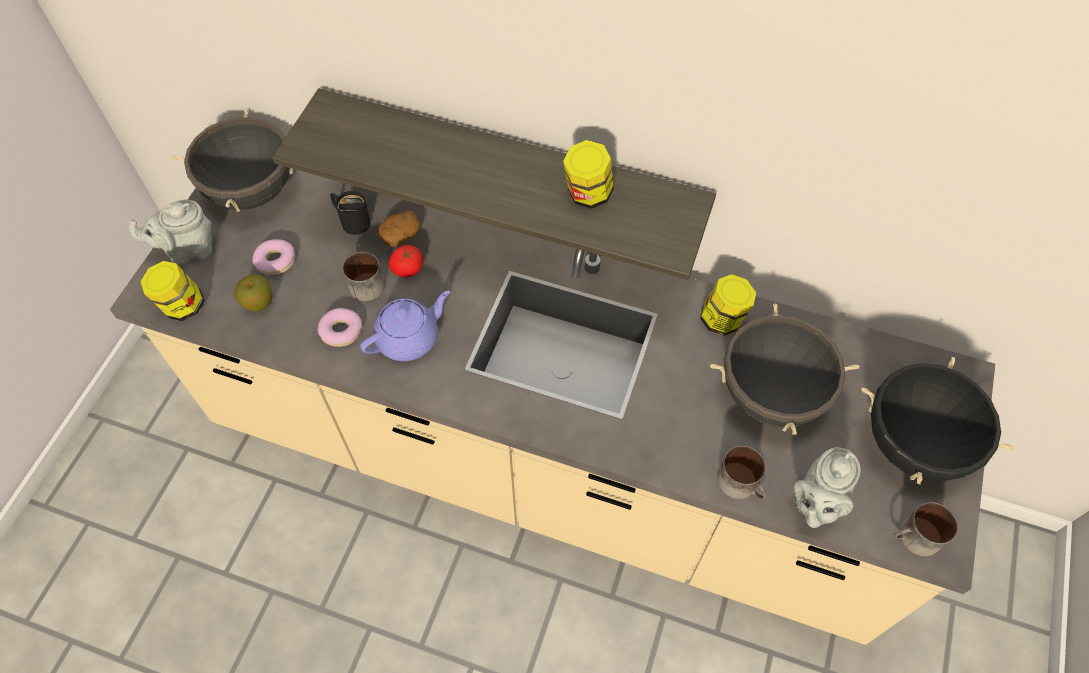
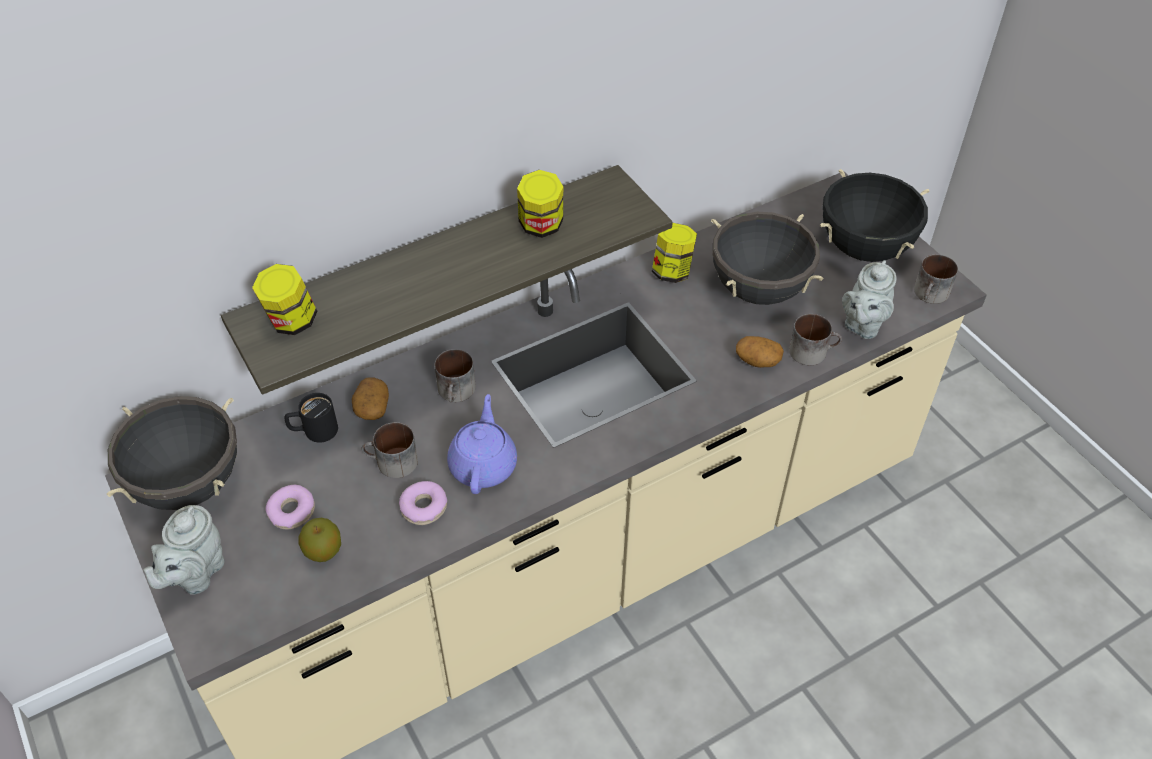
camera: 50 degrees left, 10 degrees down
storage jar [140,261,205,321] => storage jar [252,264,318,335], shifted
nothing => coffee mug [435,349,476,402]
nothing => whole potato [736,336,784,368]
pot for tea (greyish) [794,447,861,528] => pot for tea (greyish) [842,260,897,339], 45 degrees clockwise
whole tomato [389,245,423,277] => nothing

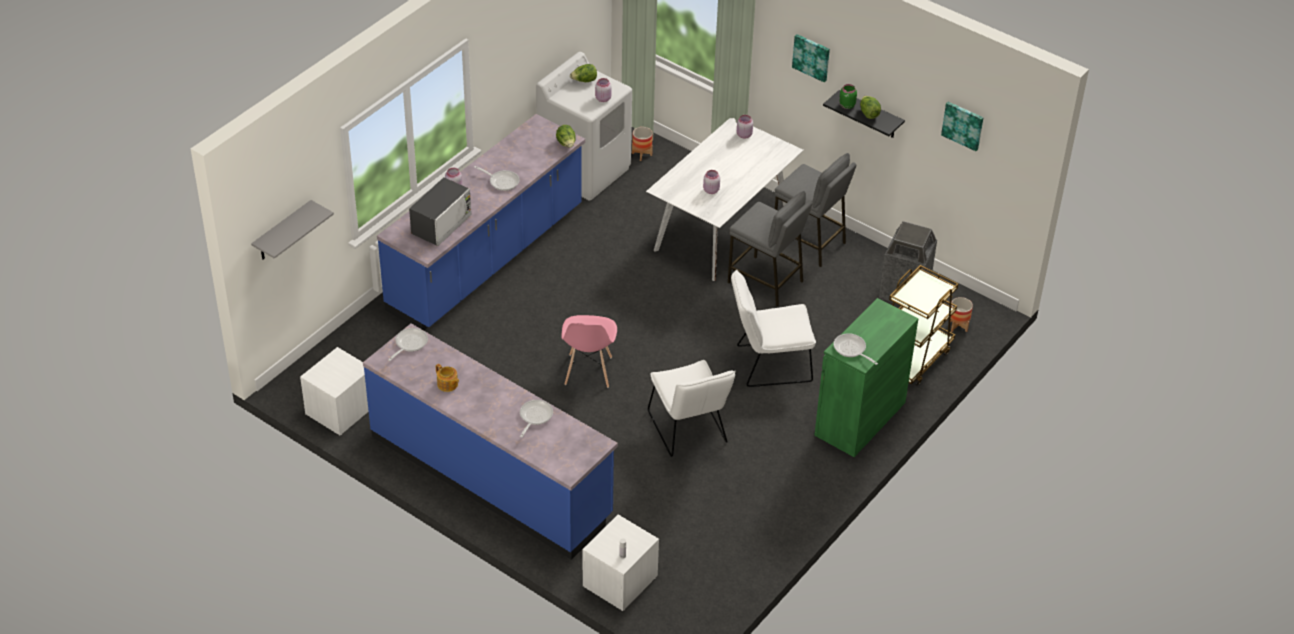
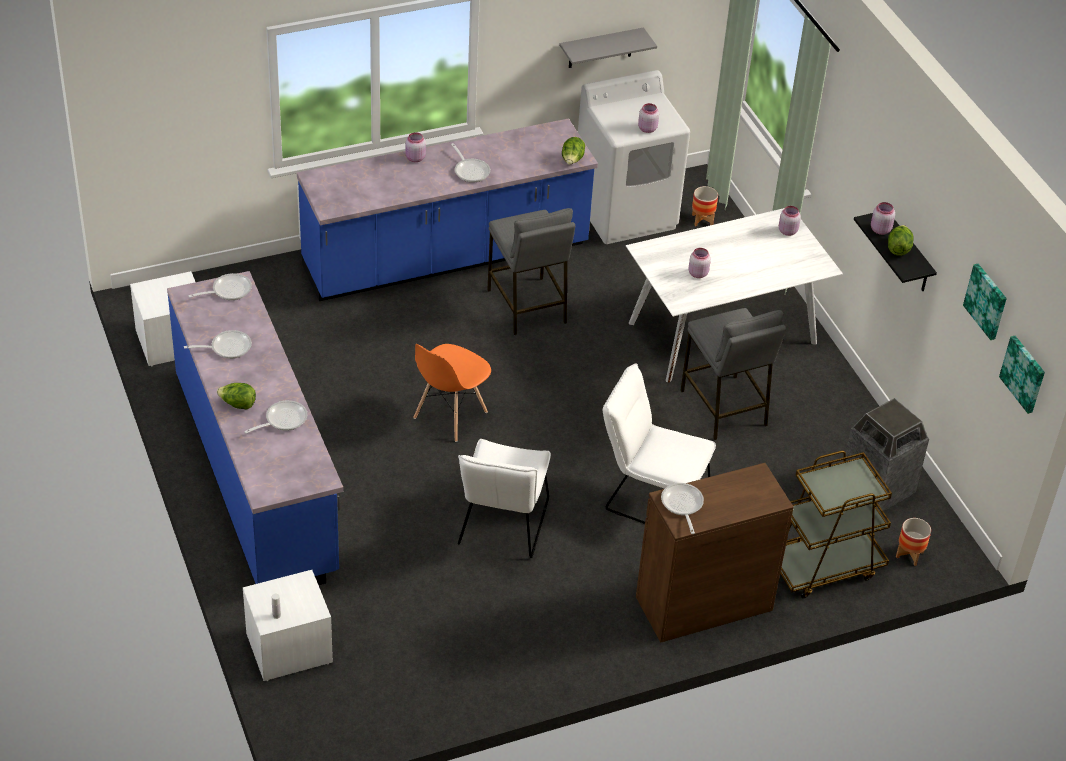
camera: 30 degrees right, 0 degrees up
pot for tea [436,364,459,392] => skillet [184,330,252,359]
lettuce head [570,64,597,82] => lettuce head [217,383,256,410], shifted
chair (pink) [561,315,617,388] => chair (orangey) [413,344,491,442]
sitting stool (greyish) [775,153,856,267] => sitting stool (greyish) [487,208,575,335], shifted
bracket shelf (greyish) [251,200,334,260] => bracket shelf (greyish) [559,28,657,68], shifted
cabinet (green) [814,298,918,457] => cabinet (brown-coloured) [636,463,794,643]
storage jar (green) [839,84,857,109] => storage jar (pink) [871,202,895,235]
wall picture [792,34,830,82] => wall picture [999,336,1045,414], shifted
kitchen microwave [409,177,472,246] => nothing

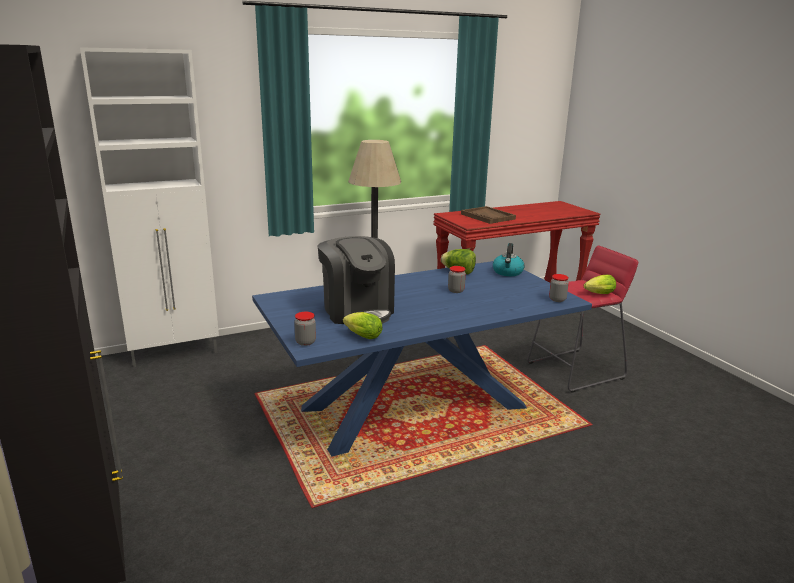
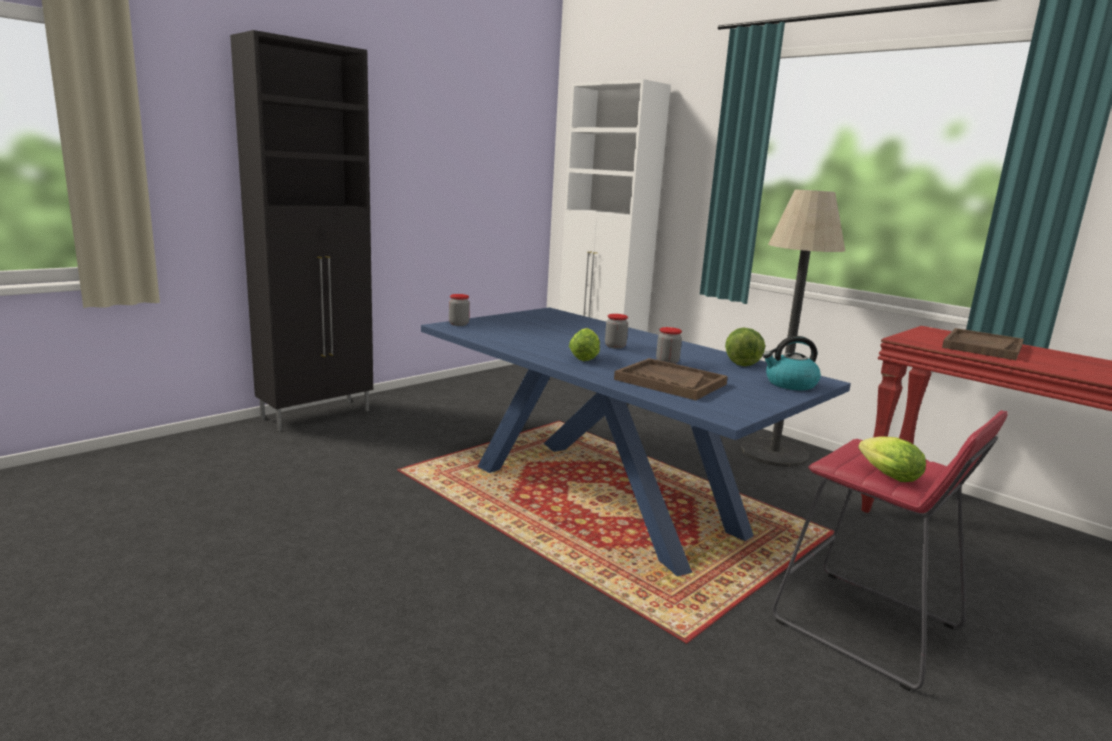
camera: 70 degrees right, 5 degrees down
lettuce head [343,312,383,339] => lettuce head [569,328,600,361], shifted
storage jar [549,274,569,302] => storage jar [605,314,628,349], shifted
nothing => carrying tray (brown-coloured) [614,358,728,400]
coffee maker [317,236,395,324] => nothing

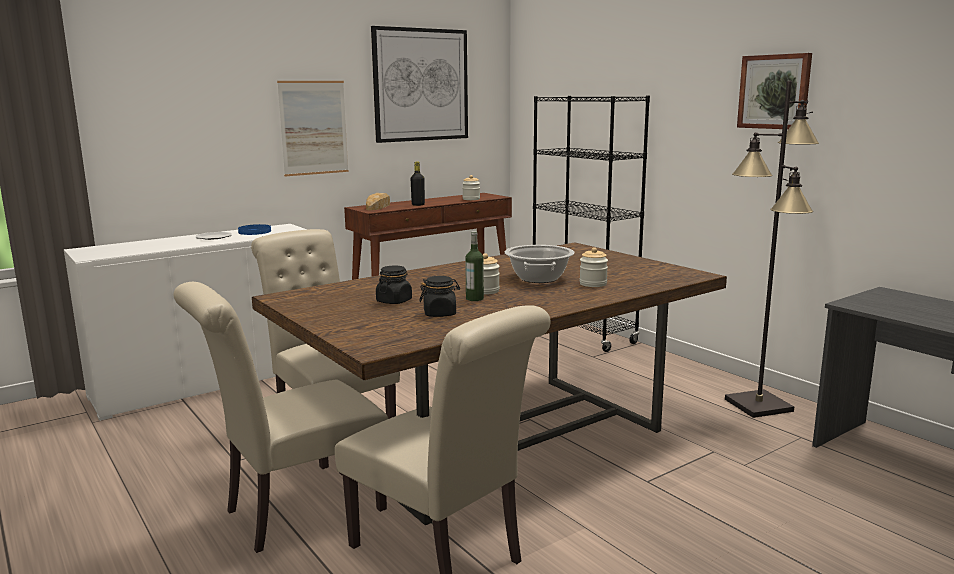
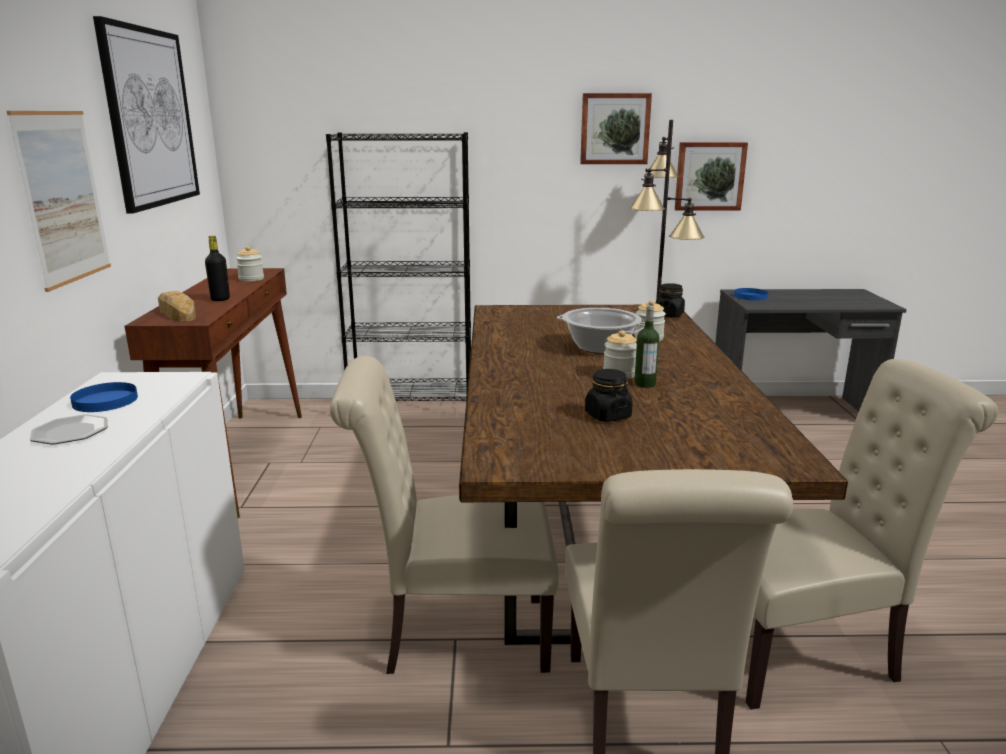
camera: 55 degrees left, 5 degrees up
storage jar (black-coloured) [419,276,460,317] => storage jar (black-coloured) [656,283,685,317], shifted
nothing => wall picture [675,142,748,211]
nothing => dinner plate (blue-coloured) [734,288,768,300]

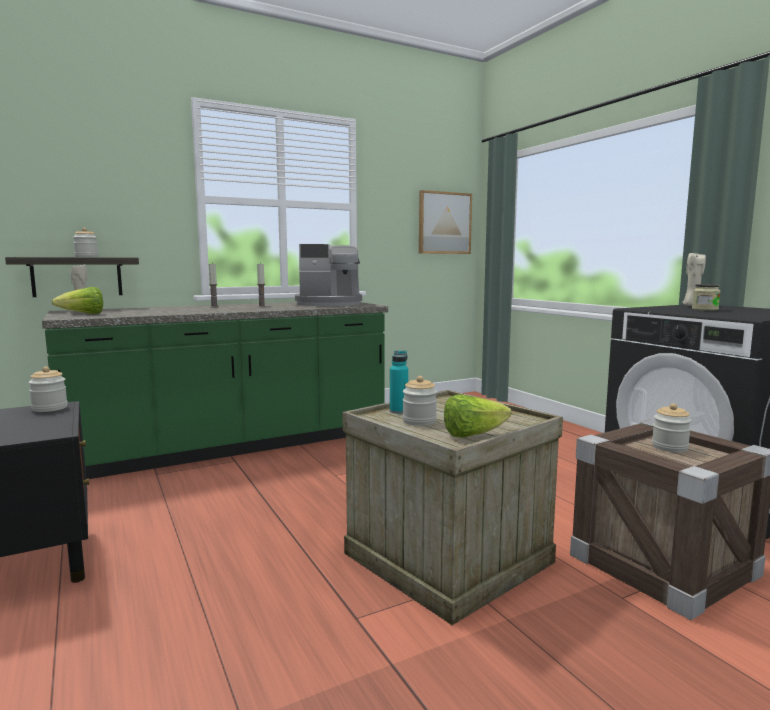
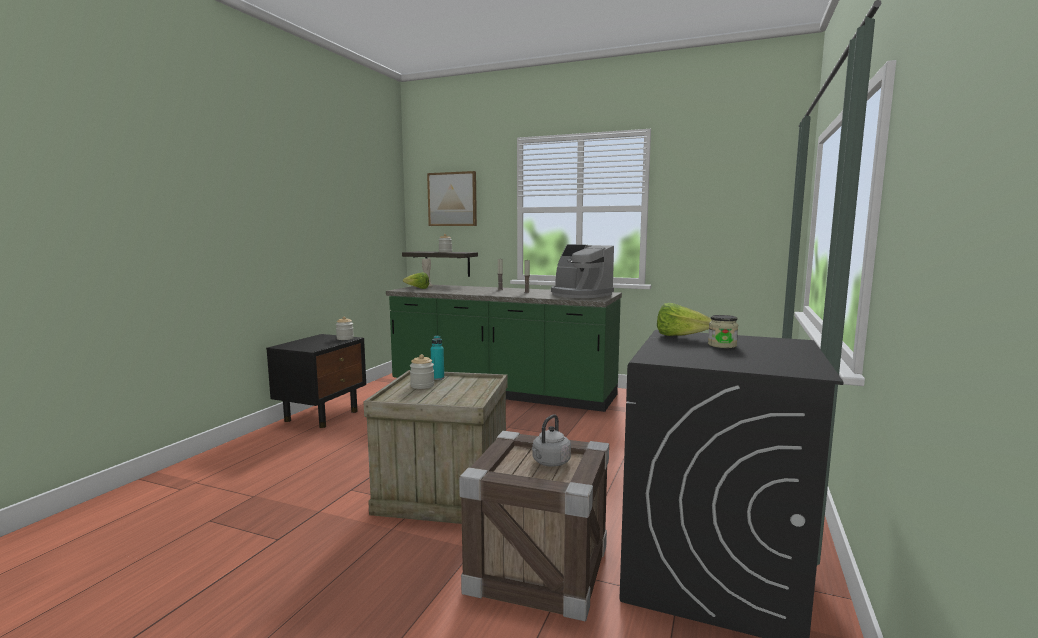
camera: 50 degrees right, 0 degrees up
wall picture [419,190,472,254] => wall picture [427,171,477,226], shifted
storage jar [652,403,692,452] => tea kettle (greyish) [532,414,571,467]
lettuce head [444,394,512,438] => lettuce head [657,303,712,336], shifted
candle (sand-coloured) [682,253,706,306] => nothing

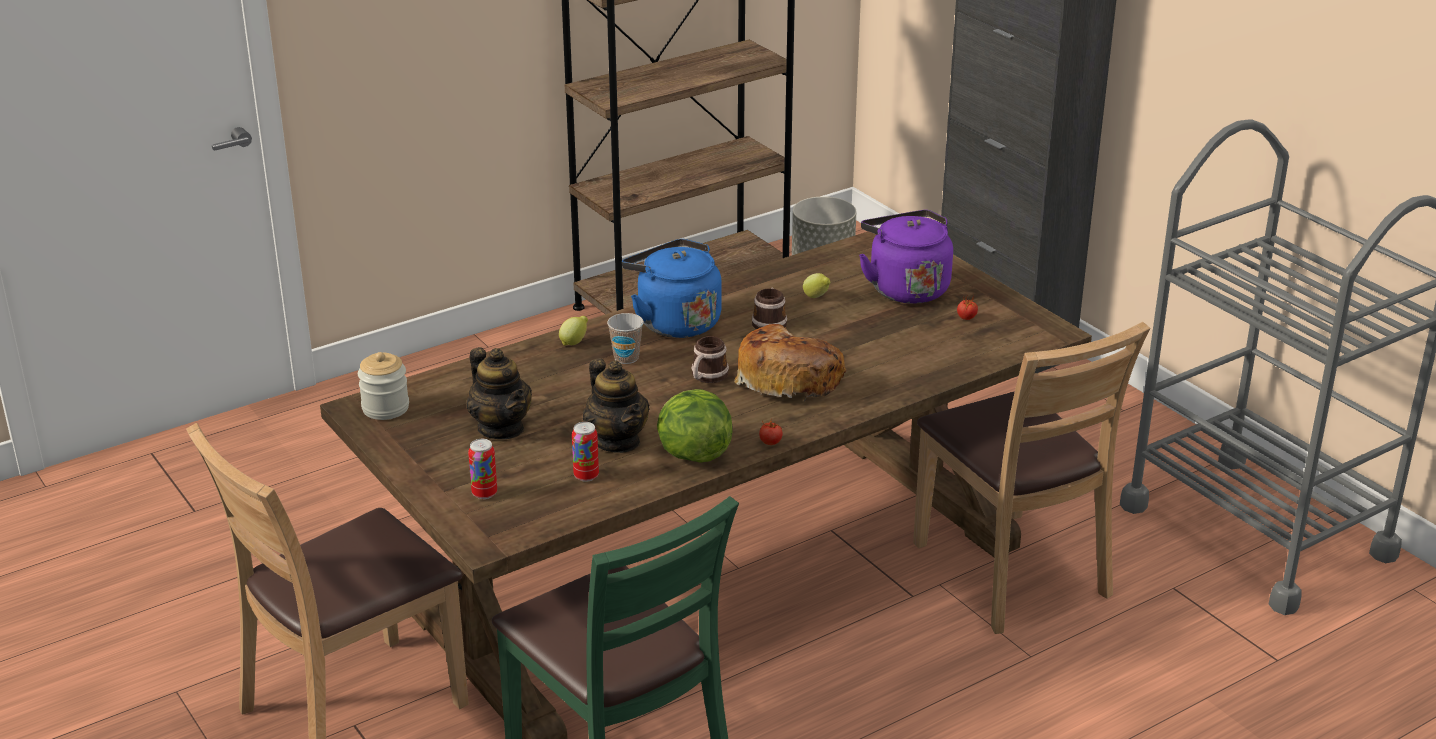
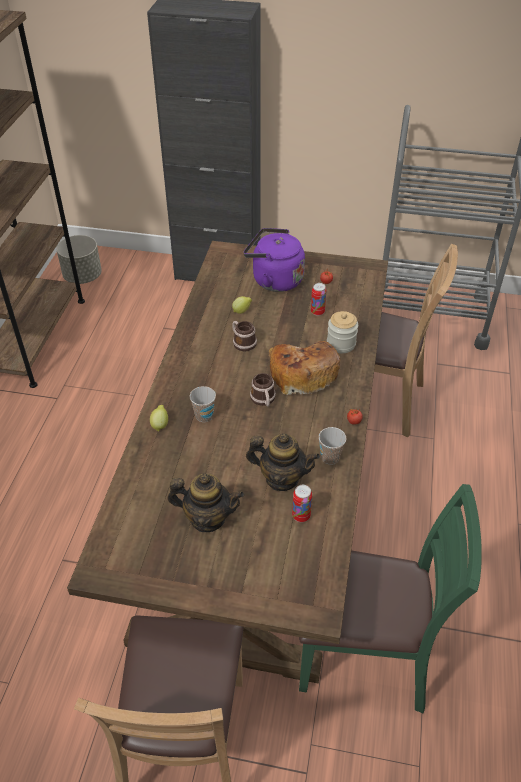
camera: 45 degrees left, 15 degrees up
sealed can [468,439,497,499] => sealed can [311,283,326,316], shifted
lettuce head [657,389,732,463] => cup [319,427,346,465]
storage jar [358,352,409,420] => storage jar [327,311,358,353], shifted
tea kettle (blue-coloured) [622,239,722,338] => nothing

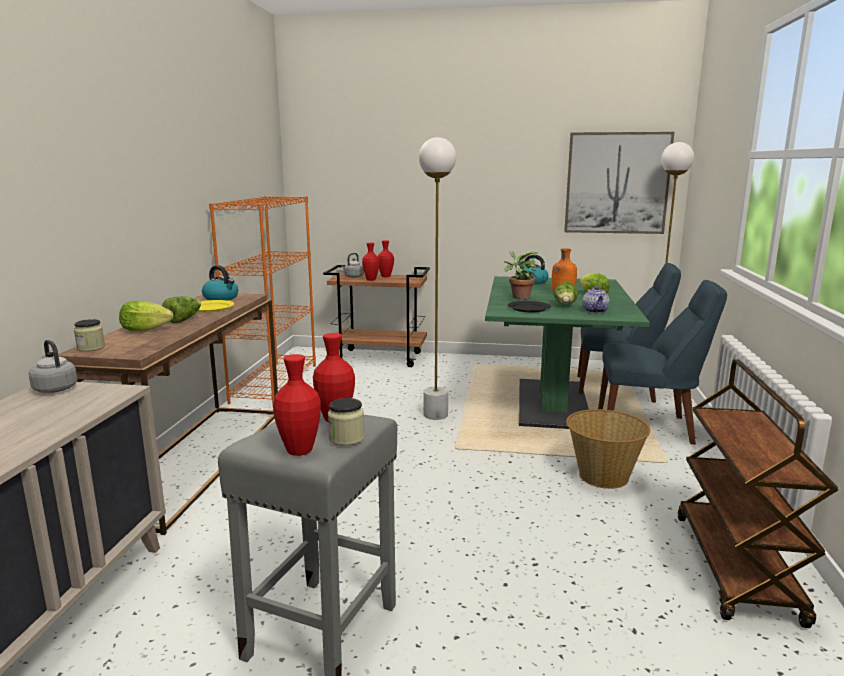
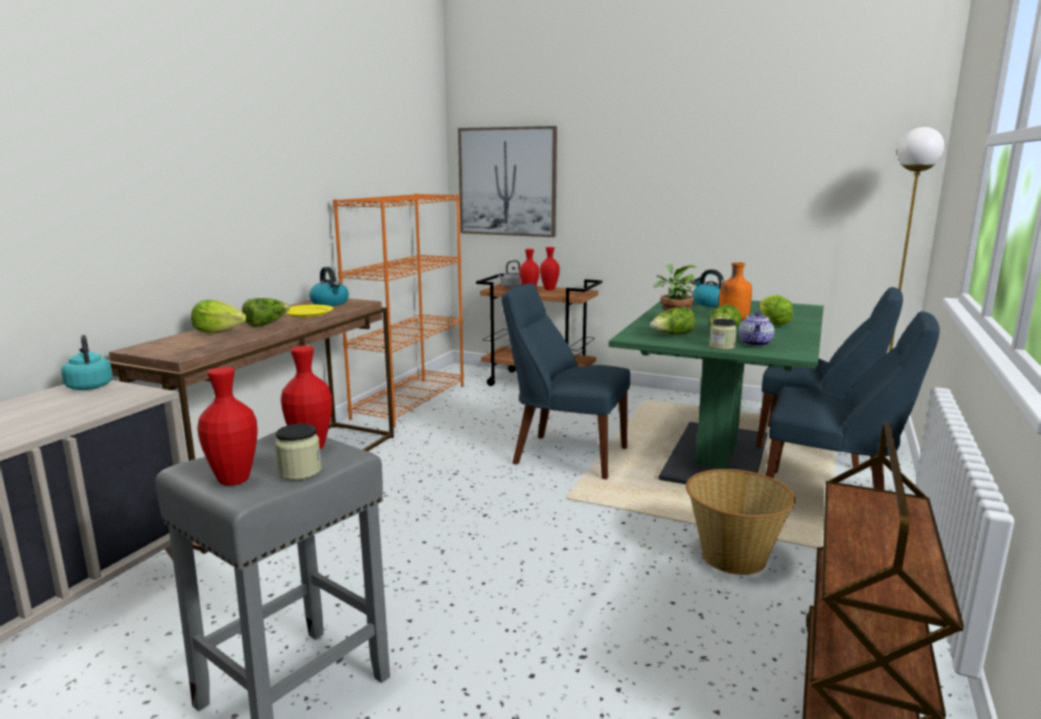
camera: 15 degrees right, 0 degrees up
tea kettle (greyish) [29,340,77,393] => tea kettle (turquoise) [61,335,113,390]
wall picture [564,132,674,234] => wall picture [458,126,557,237], shifted
standing lamp (whitish) [419,137,456,420] => chair (blue-coloured) [502,283,630,480]
dinner plate (black-coloured) [508,301,551,312] => lettuce head [650,306,696,335]
storage jar [74,319,105,352] => storage jar [709,318,737,350], shifted

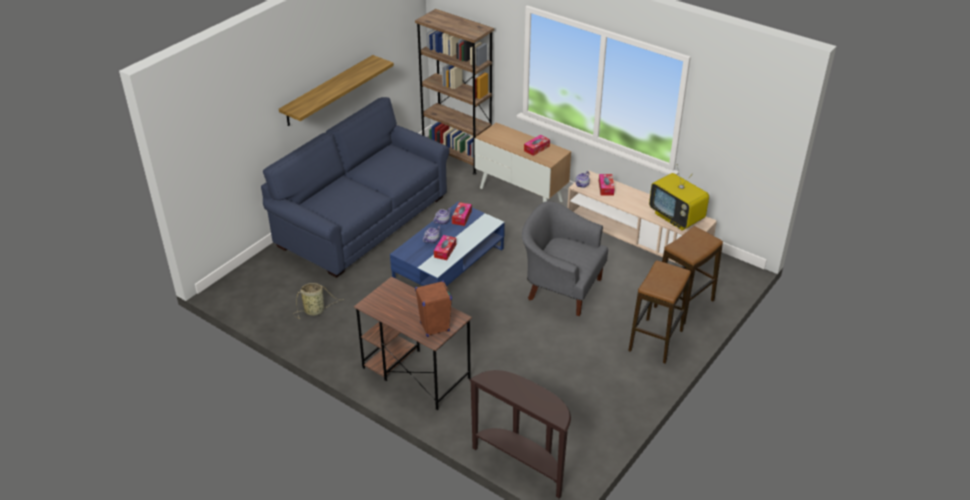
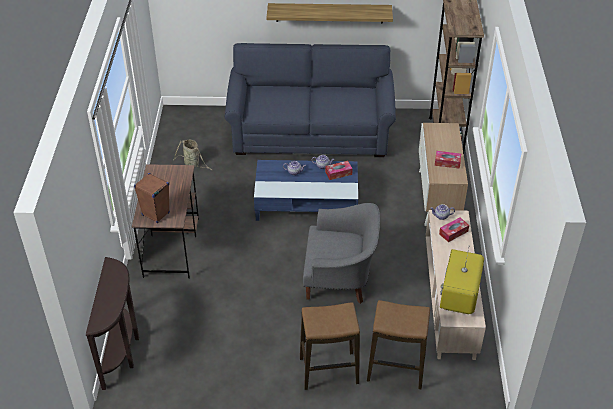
camera: 55 degrees right, 5 degrees up
armchair (greyish) [522,201,608,316] => armchair (greyish) [303,203,380,304], 105 degrees clockwise
tissue holder [434,235,456,260] => nothing

